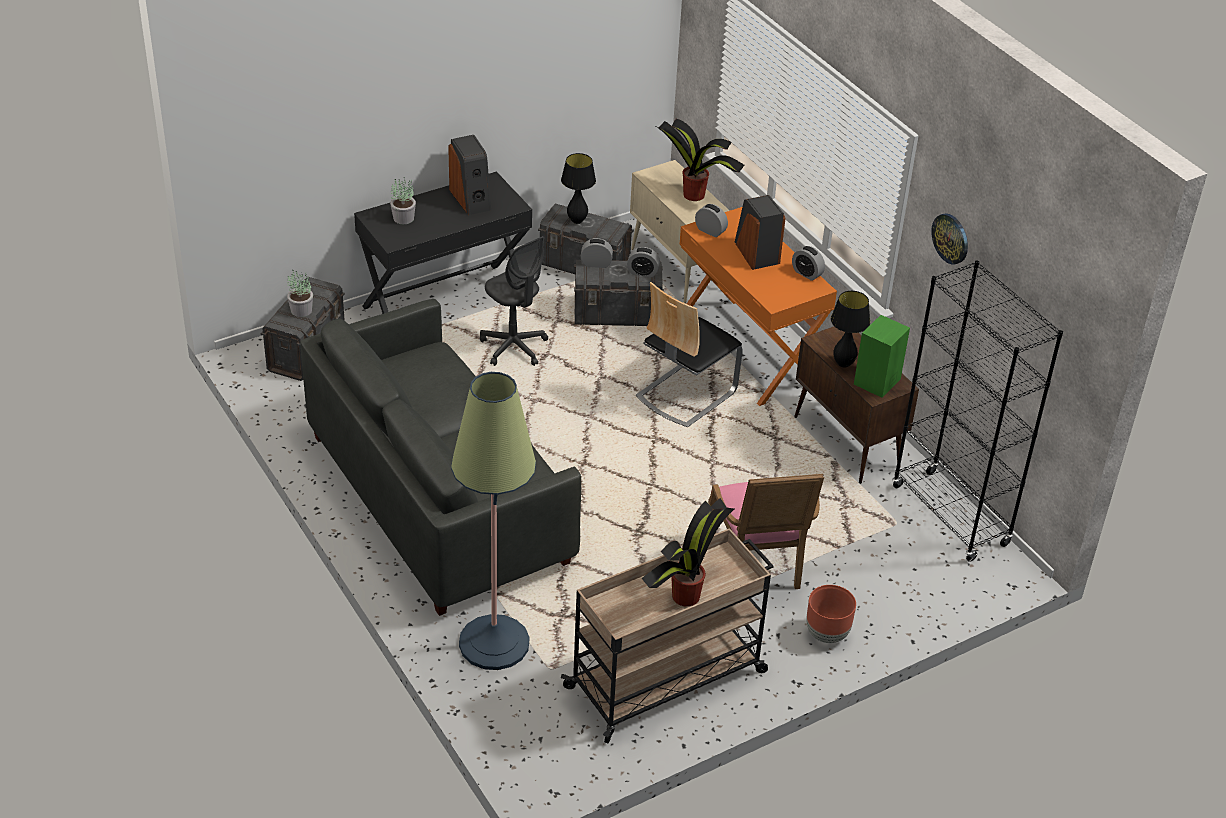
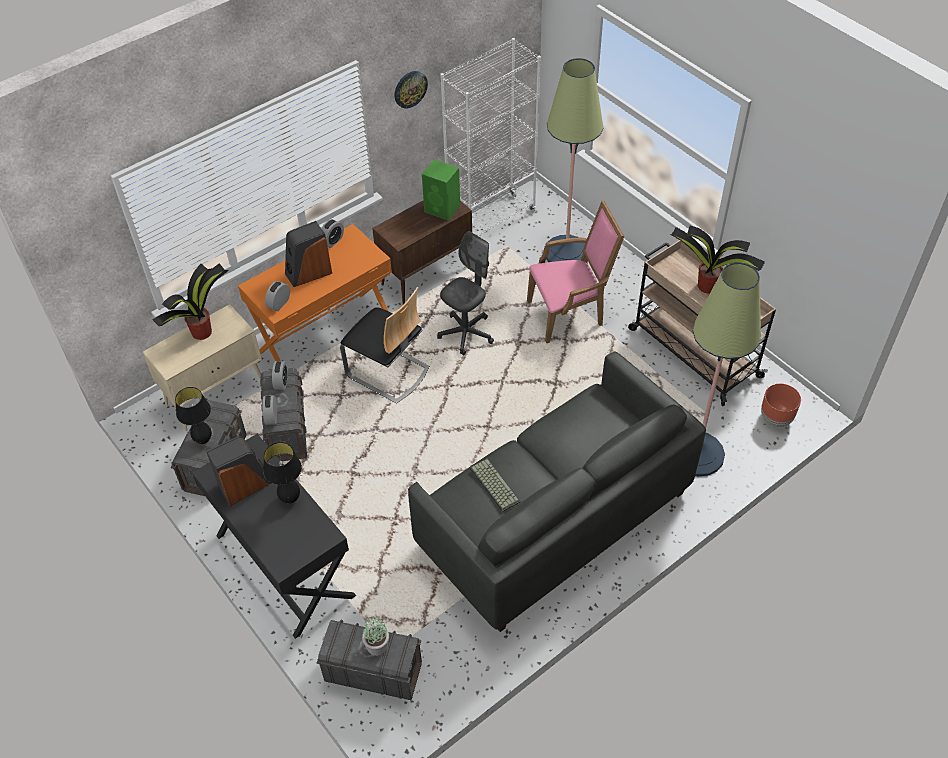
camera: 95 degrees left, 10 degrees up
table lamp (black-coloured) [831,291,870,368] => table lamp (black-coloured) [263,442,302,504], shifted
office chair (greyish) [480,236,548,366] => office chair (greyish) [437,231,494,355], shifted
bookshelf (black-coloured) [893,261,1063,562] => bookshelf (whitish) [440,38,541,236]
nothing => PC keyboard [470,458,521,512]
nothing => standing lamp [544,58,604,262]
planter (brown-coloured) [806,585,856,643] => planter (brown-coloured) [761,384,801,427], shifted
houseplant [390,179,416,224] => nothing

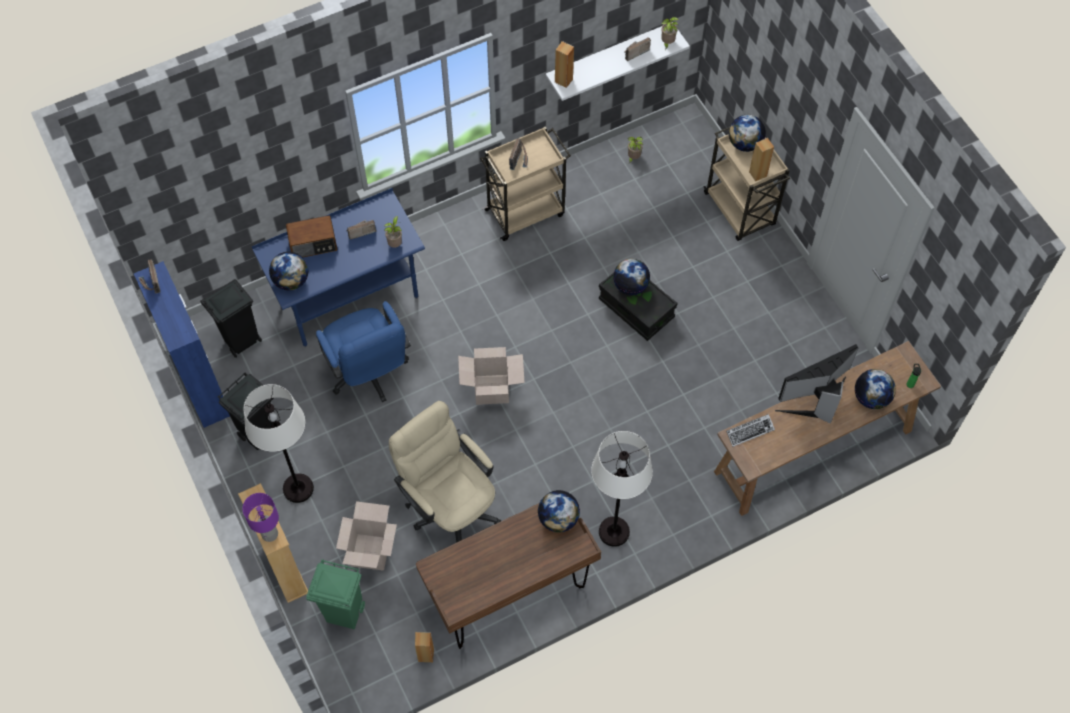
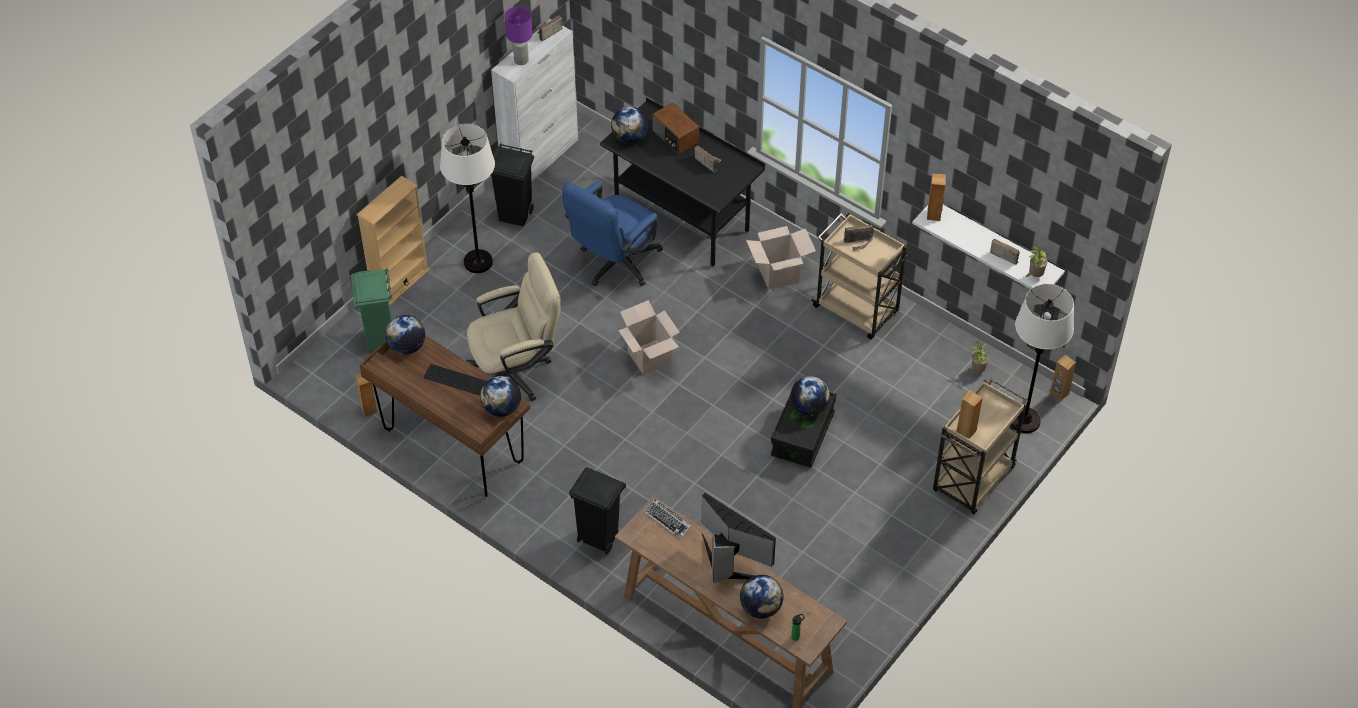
camera: 65 degrees right, 10 degrees down
desk globe [729,115,766,152] => desk globe [385,315,425,355], shifted
nothing => PC keyboard [423,364,487,395]
office chair (sand-coloured) [389,401,501,543] => office chair (sand-coloured) [466,252,561,401], 45 degrees clockwise
cabinet (blue-coloured) [134,262,230,428] => cabinet (whitish) [491,19,578,182]
table lamp (purple) [242,493,279,542] => table lamp (purple) [505,7,533,65], shifted
waste bin (black-coloured) [200,279,262,358] => waste bin (black-coloured) [569,467,626,555], shifted
desk table (blue-coloured) [252,188,425,347] => desk table (black-coloured) [600,97,765,267]
carton [336,501,397,571] => carton [746,226,816,290], shifted
standing lamp (whitish) [591,431,653,547] => standing lamp (whitish) [1011,284,1074,433], shifted
nothing => speaker (brown-coloured) [1050,355,1076,401]
houseplant [384,216,402,248] => nothing

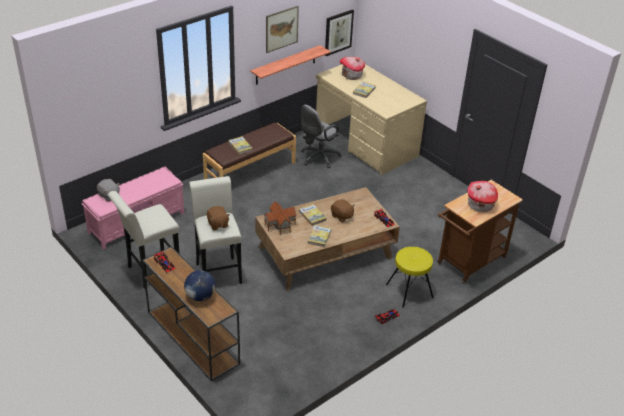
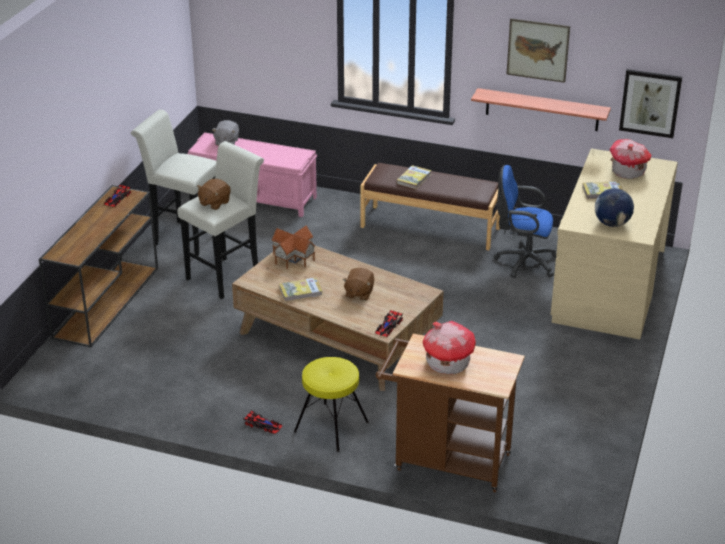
camera: 60 degrees right, 5 degrees down
office chair (greyish) [301,105,342,168] => office chair (blue-coloured) [494,165,557,278]
desk globe [184,270,215,301] => desk globe [595,188,634,227], shifted
volume [299,204,326,226] => nothing

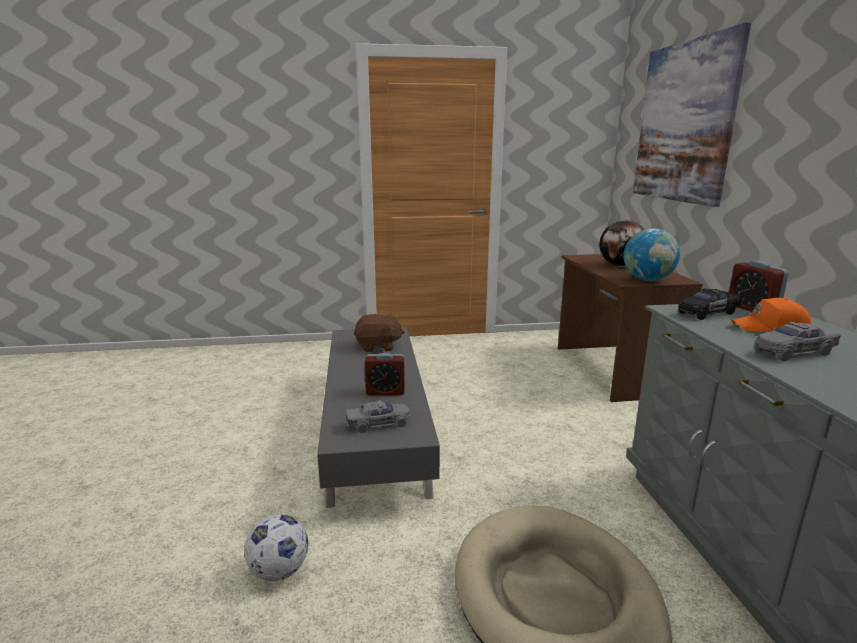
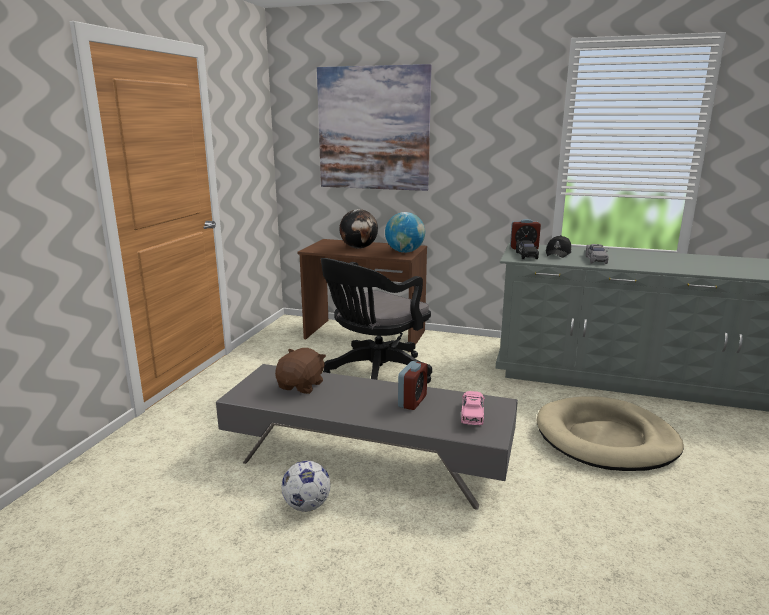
camera: 65 degrees left, 0 degrees up
ball for football [244,514,308,581] => ball for football [282,460,330,512], shifted
nothing => office chair (black-coloured) [321,258,432,384]
model car (greyish) [345,400,410,433] => model car (pink) [461,391,485,425]
cap (orangey) [731,298,811,332] => cap (black-coloured) [546,235,571,258]

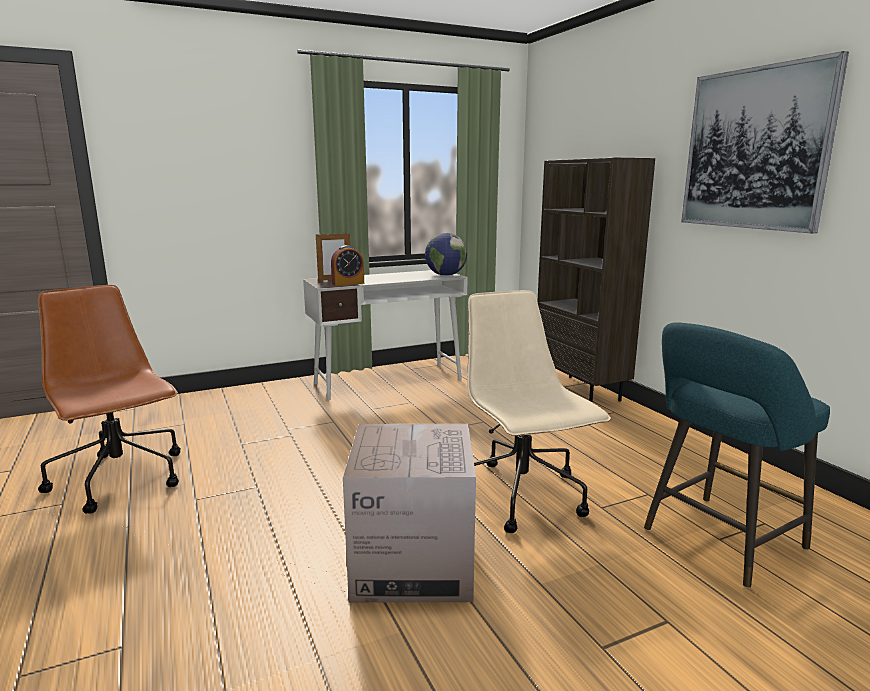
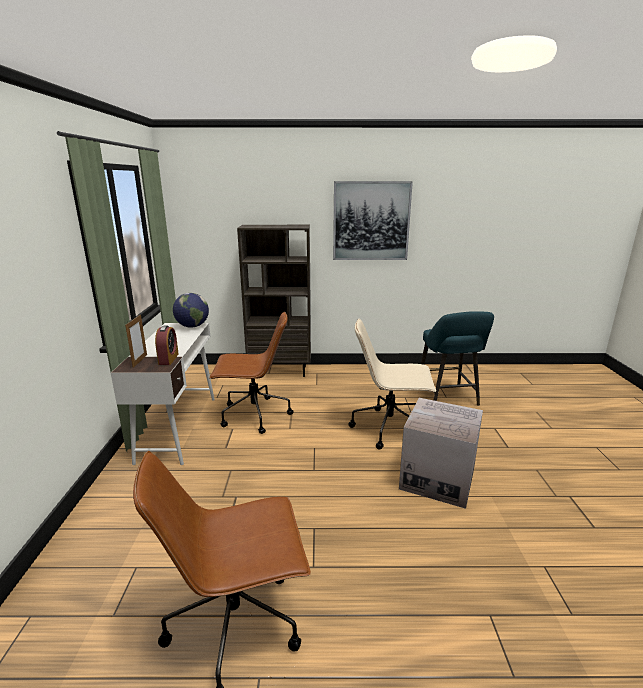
camera: 65 degrees left, 5 degrees up
nothing => office chair (brown-coloured) [209,312,293,434]

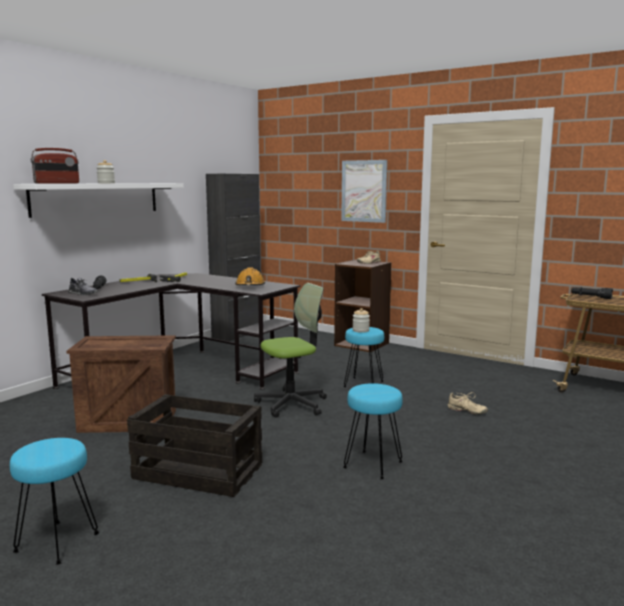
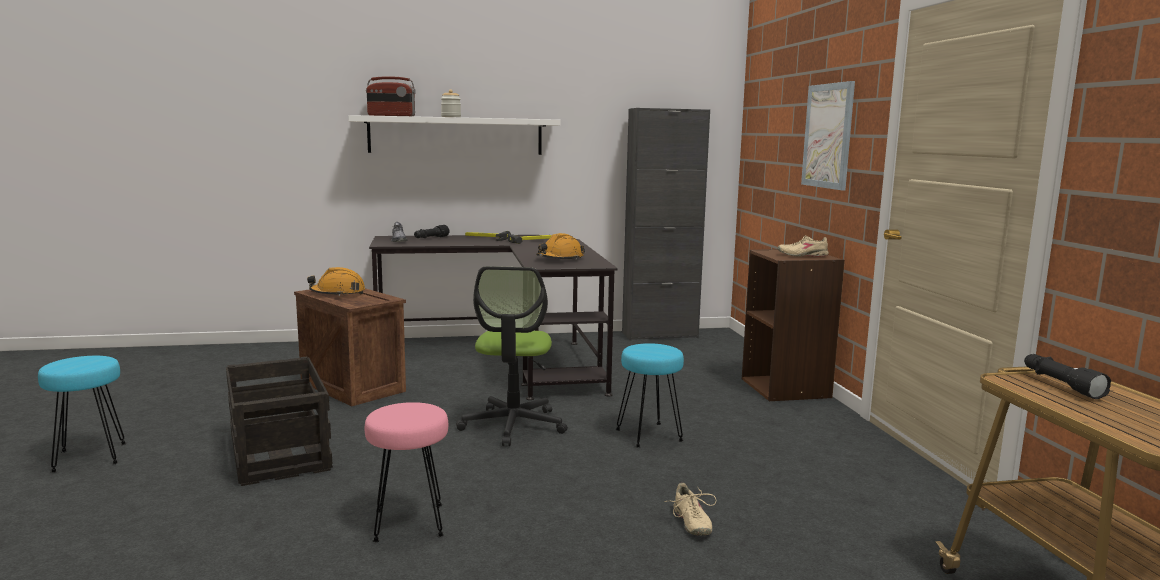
camera: 45 degrees right, 0 degrees up
nothing => work helmet (orangey) [307,267,365,296]
sitting stool (turquoise) [343,383,403,479] => sitting stool (pink) [365,402,448,542]
office chair [254,283,327,418] => office chair [456,266,568,446], 75 degrees clockwise
storage jar [353,308,370,333] => nothing

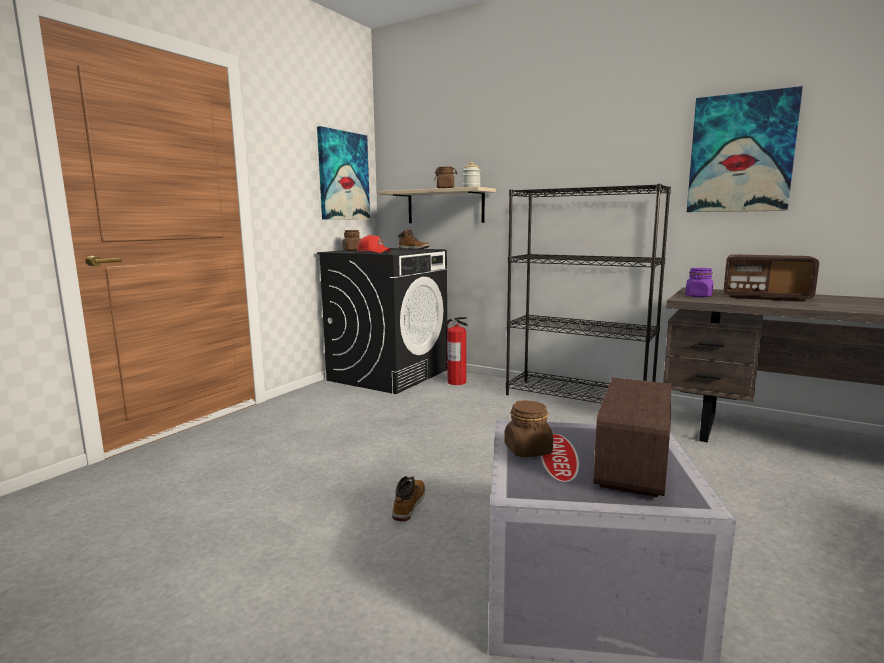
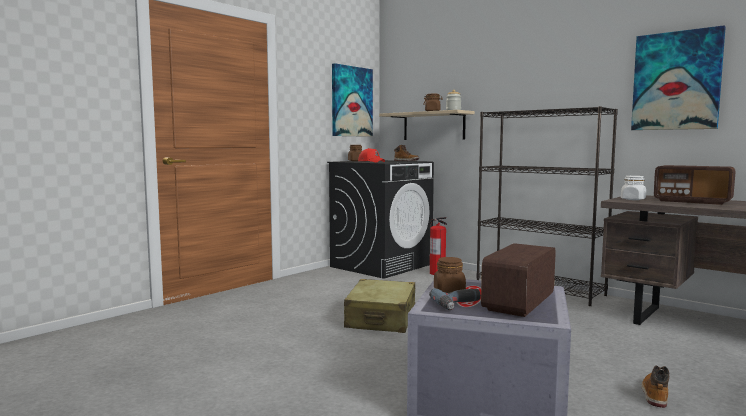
camera: 10 degrees right, 5 degrees down
nothing => travel case (sand-coloured) [344,279,415,333]
nothing => electric drill [429,288,481,310]
storage jar (purple) [685,268,713,297] => storage jar (whitish) [621,176,646,200]
tall boot [392,476,425,522] => tall boot [641,366,669,408], shifted

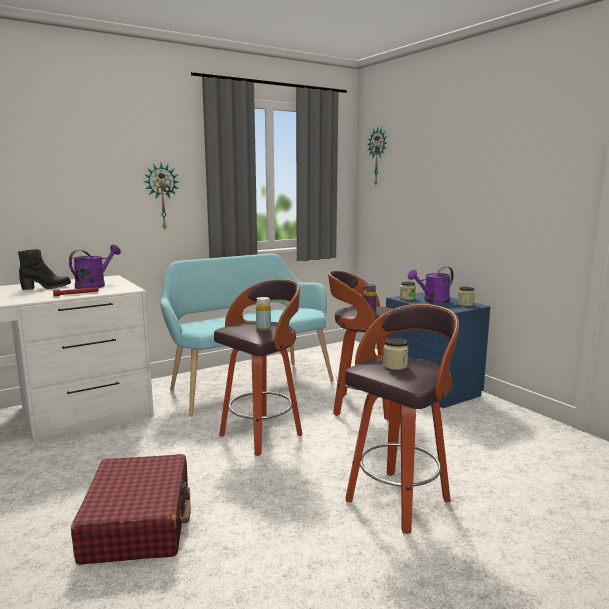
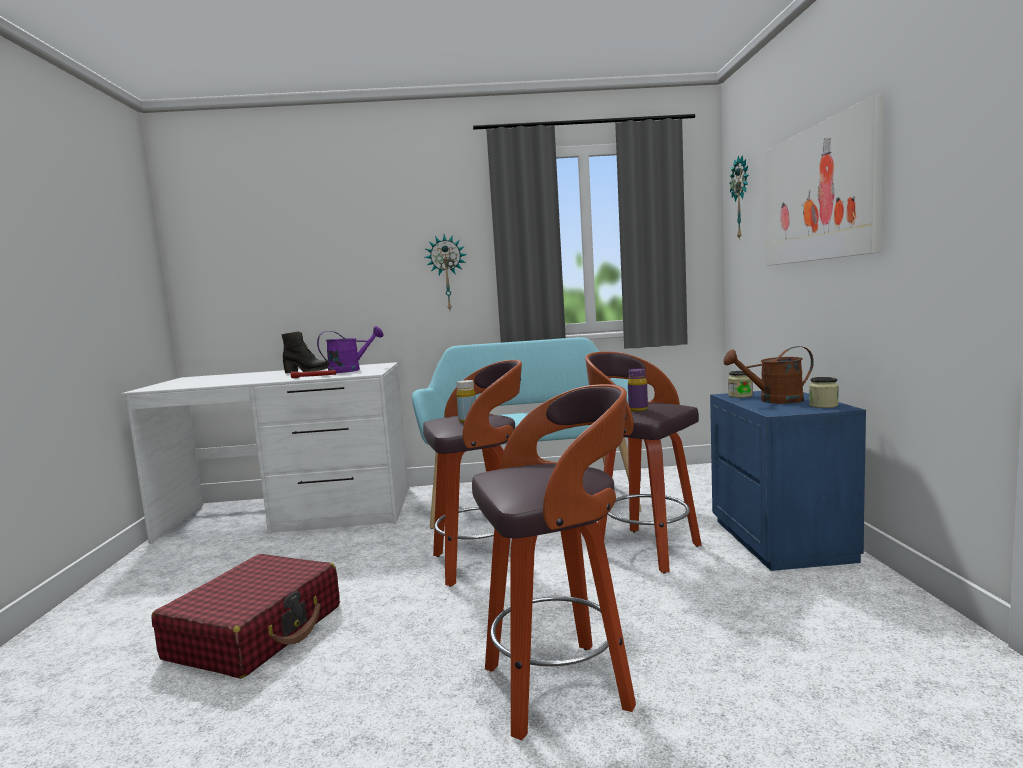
camera: 30 degrees right, 5 degrees down
watering pot (purple) [408,267,454,304] => watering pot (brown-coloured) [723,346,814,404]
nothing => wall picture [765,94,884,266]
storage jar [383,338,409,370] => nothing

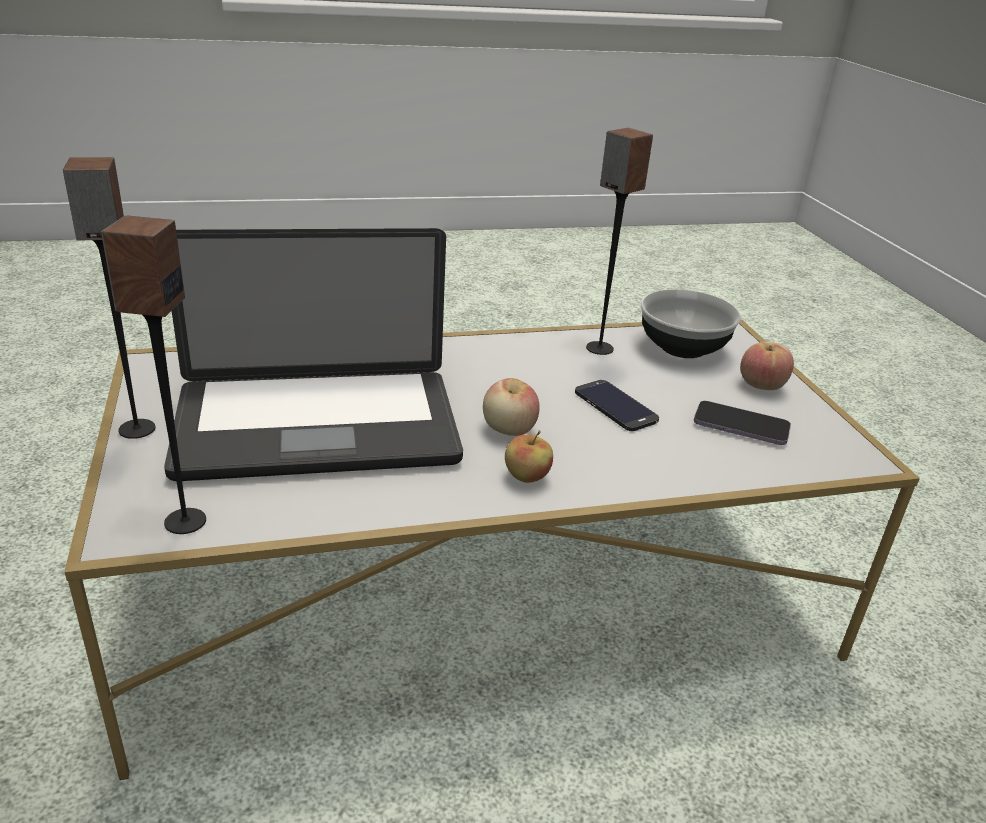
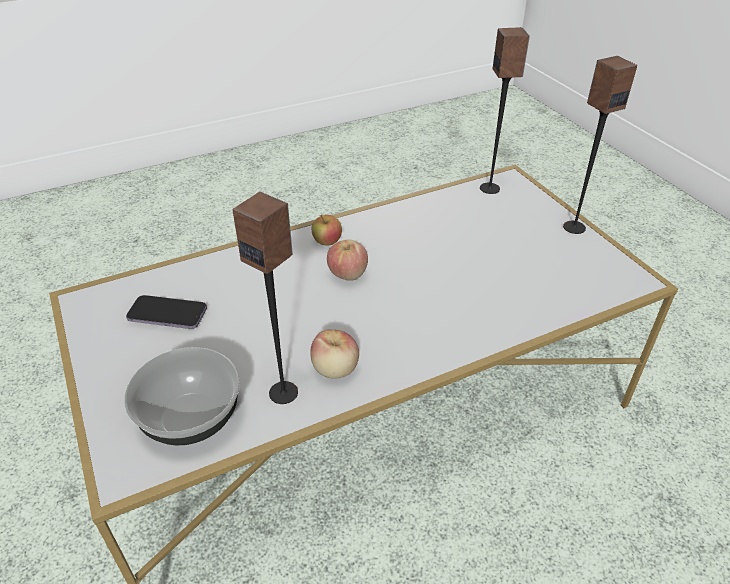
camera: 170 degrees right, 10 degrees up
whole apple [740,342,794,390] => whole apple [310,329,359,379], shifted
laptop [164,228,463,481] => nothing
handset [575,380,659,431] => nothing

